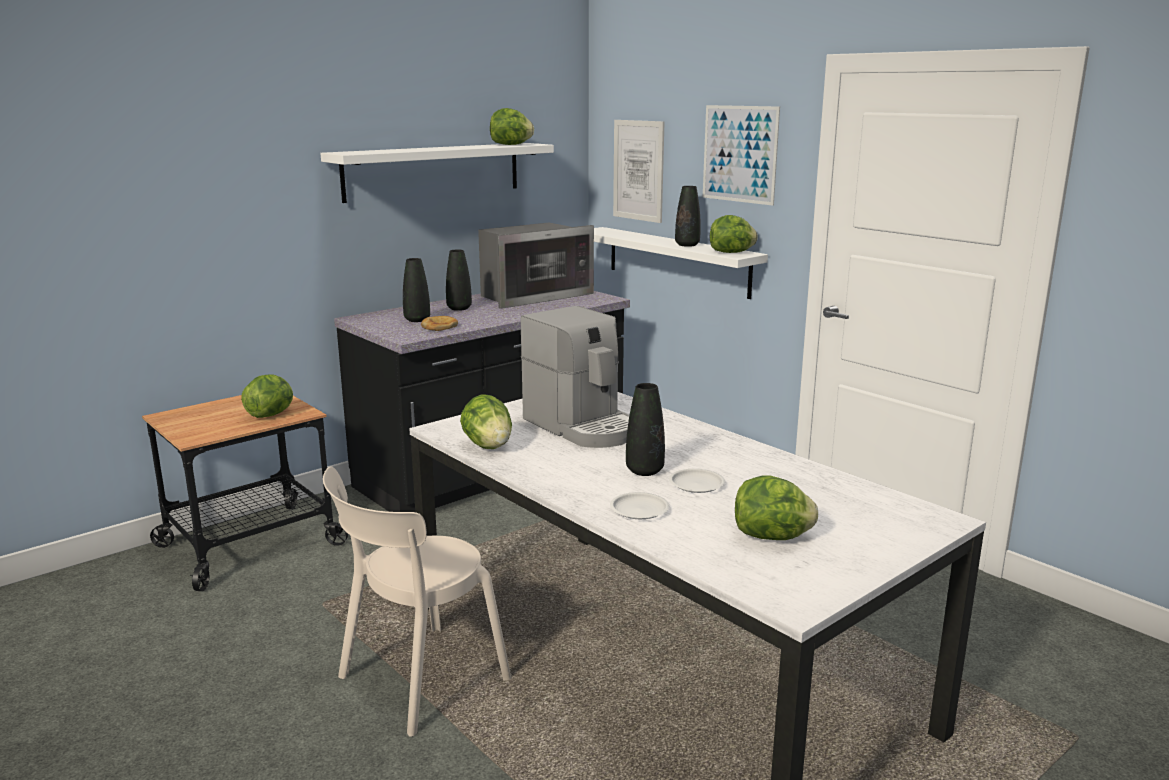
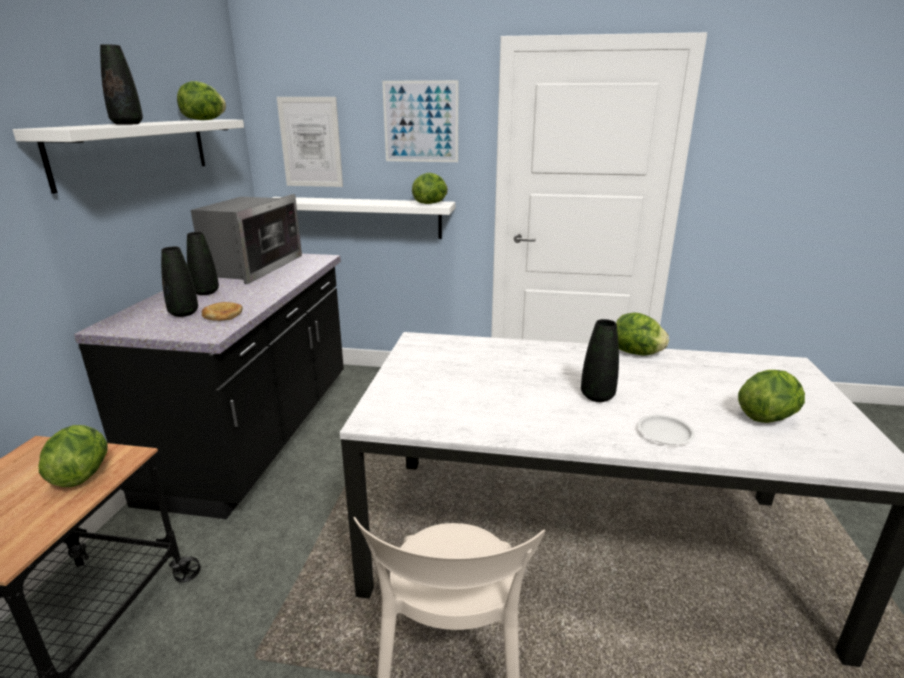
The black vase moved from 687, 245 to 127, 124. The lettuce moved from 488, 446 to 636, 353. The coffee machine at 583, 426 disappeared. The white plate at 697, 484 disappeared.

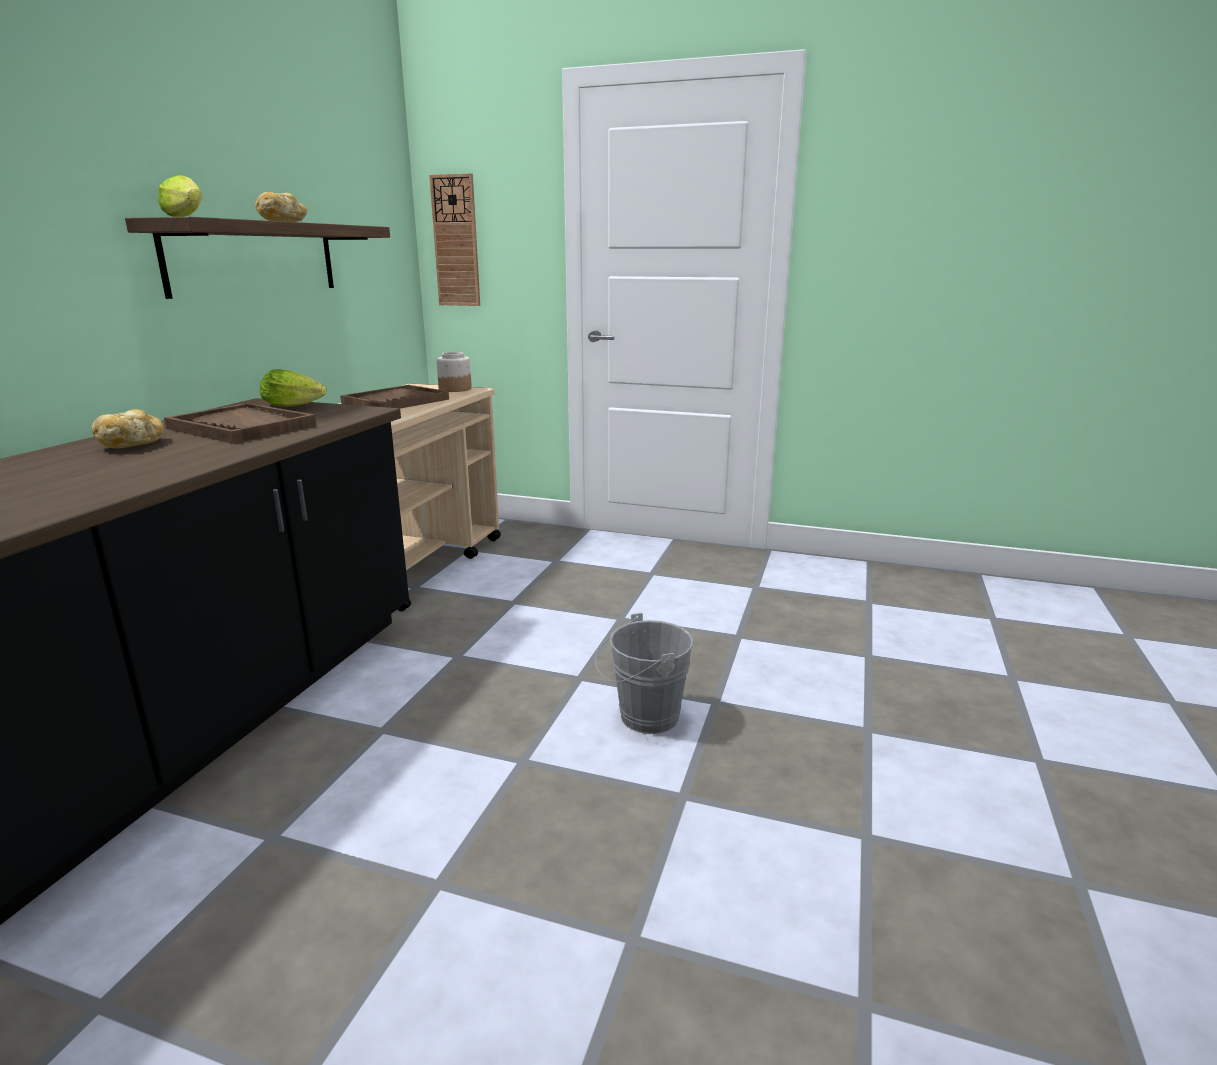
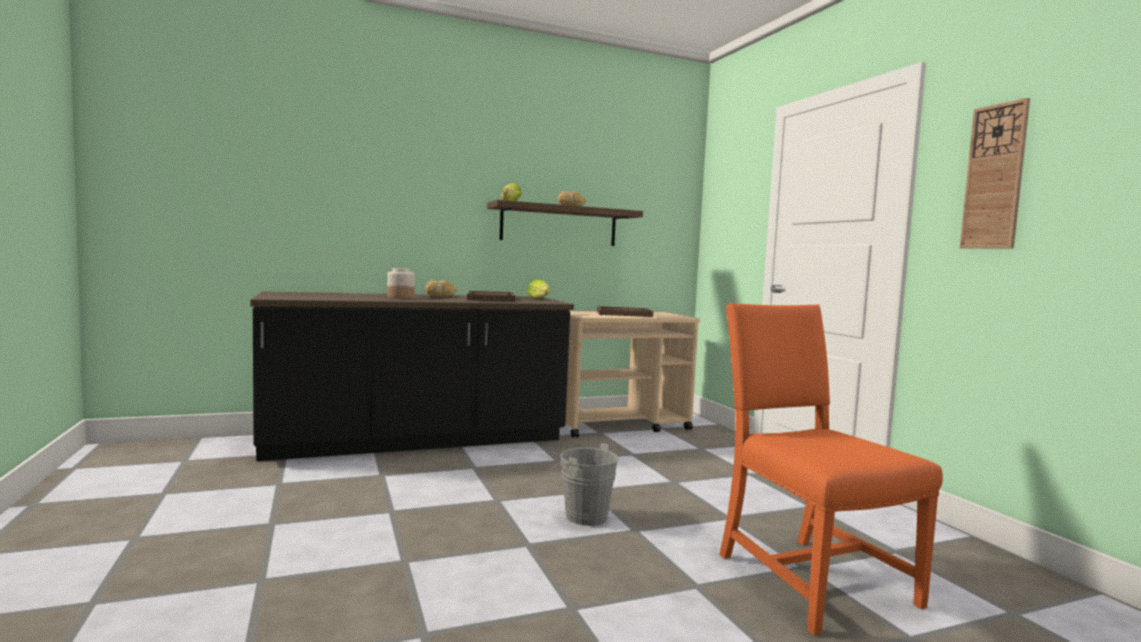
The jar moved from 454, 389 to 400, 297. The orange chair at 807, 577 appeared. The wall clock moved from 456, 241 to 994, 177.

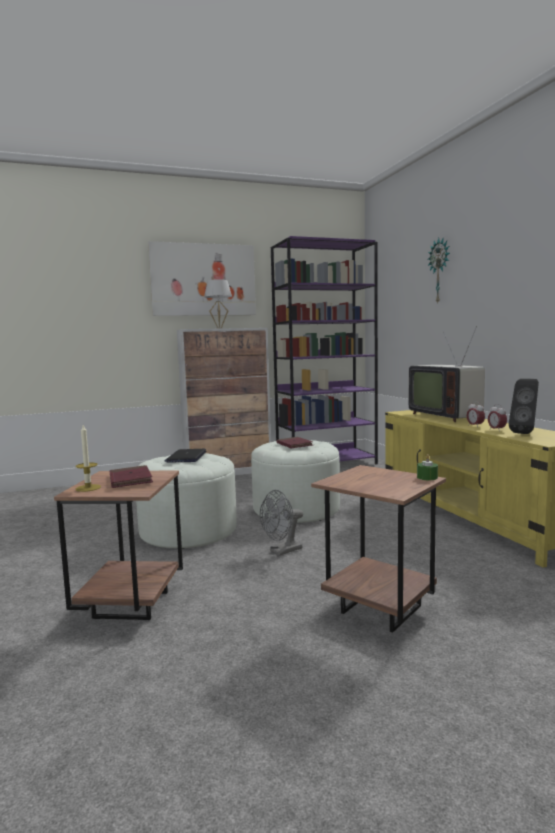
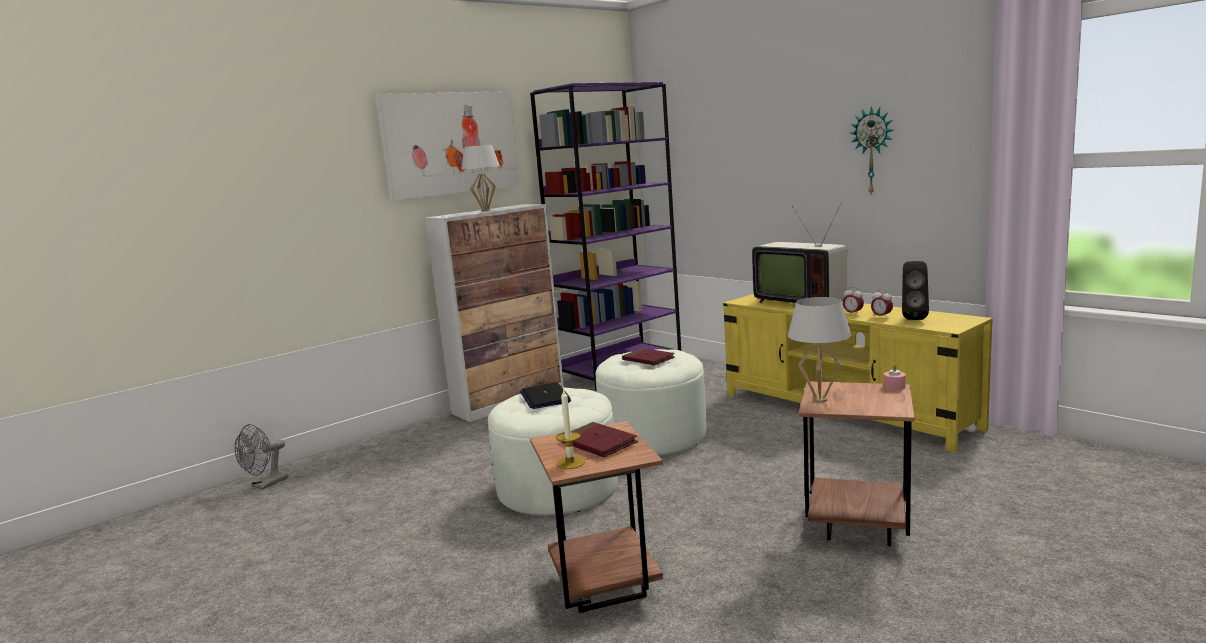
The grey fan moved from 282, 551 to 266, 485. The white table lamp at 820, 399 appeared. The wall clock moved from 440, 271 to 873, 151. The green candle at 427, 477 became the pink candle at 894, 387.

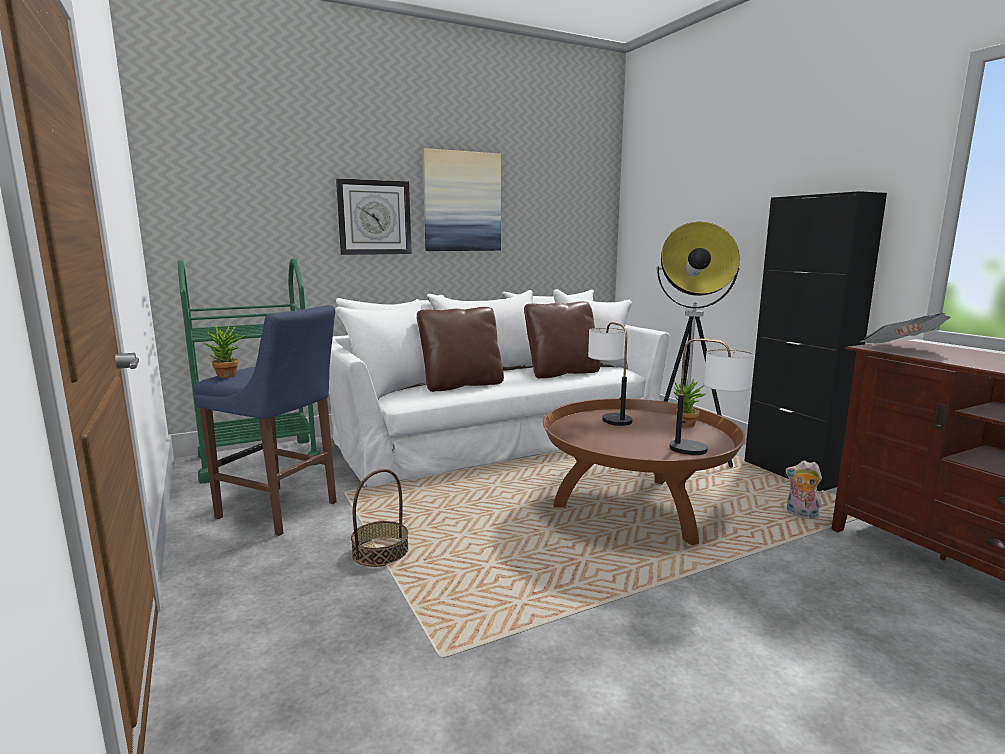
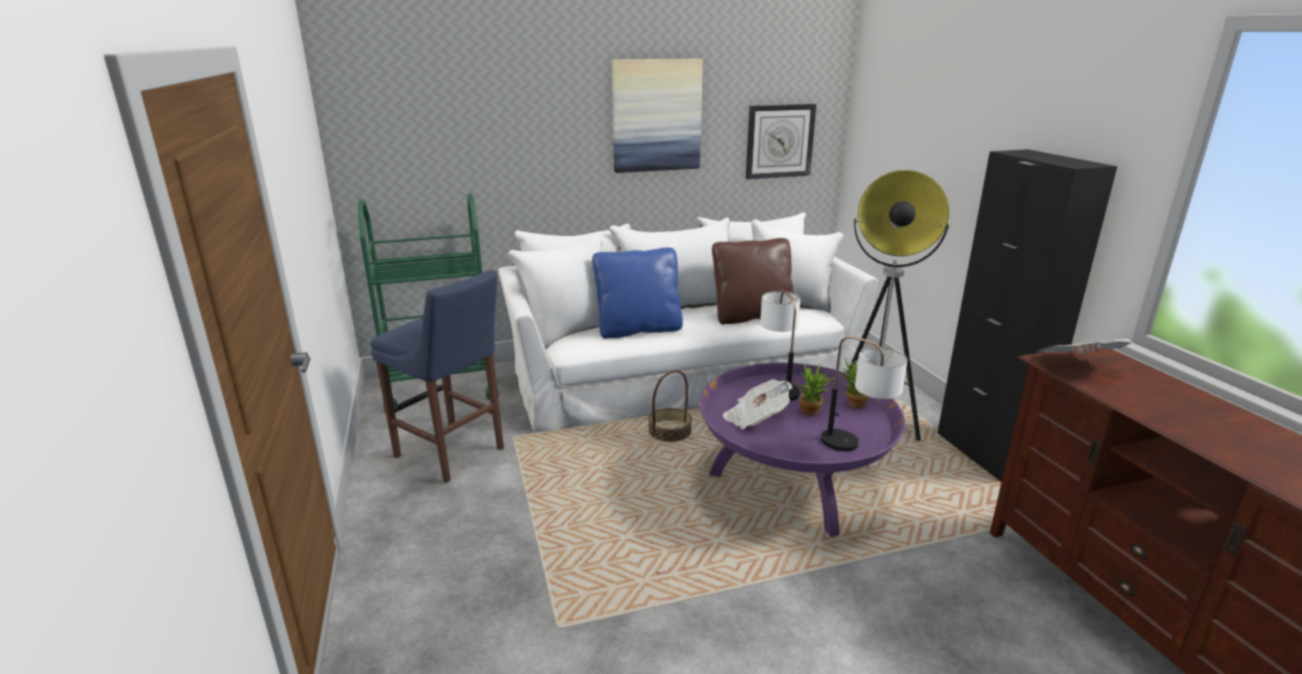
The brown pillow at 461, 385 became the blue pillow at 638, 330. The basket moved from 380, 552 to 670, 431. The brown coffee table at 635, 508 became the purple coffee table at 791, 485. The newspaper at 755, 419 appeared. The wall clock moved from 374, 217 to 779, 141. The potted plant moved from 228, 376 to 812, 413. The plush toy at 800, 515 disappeared.

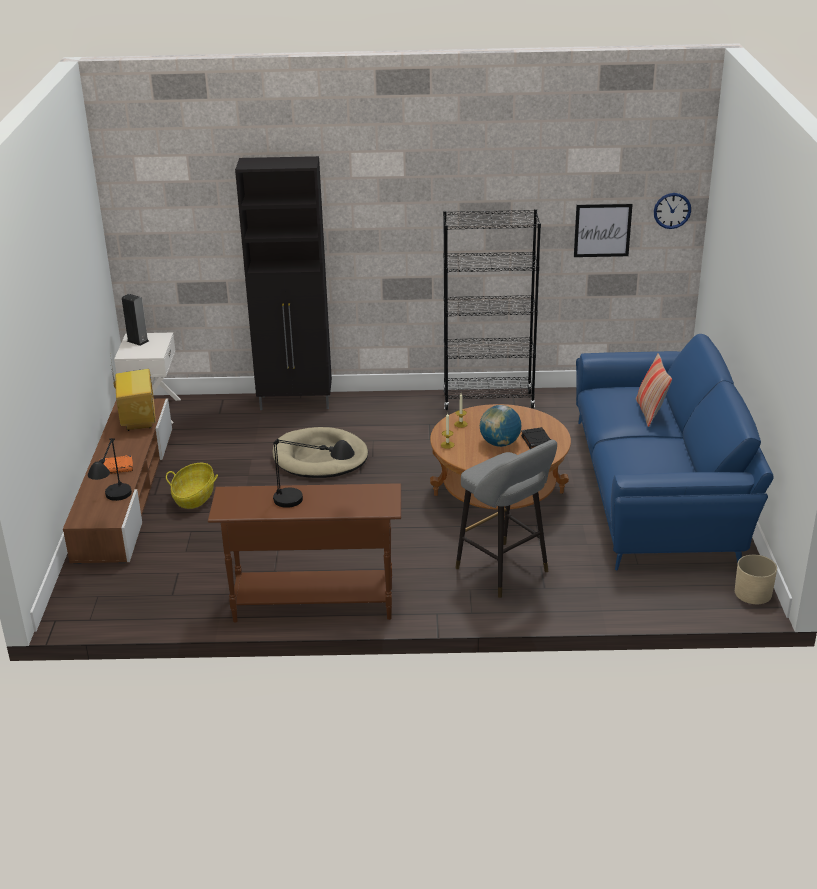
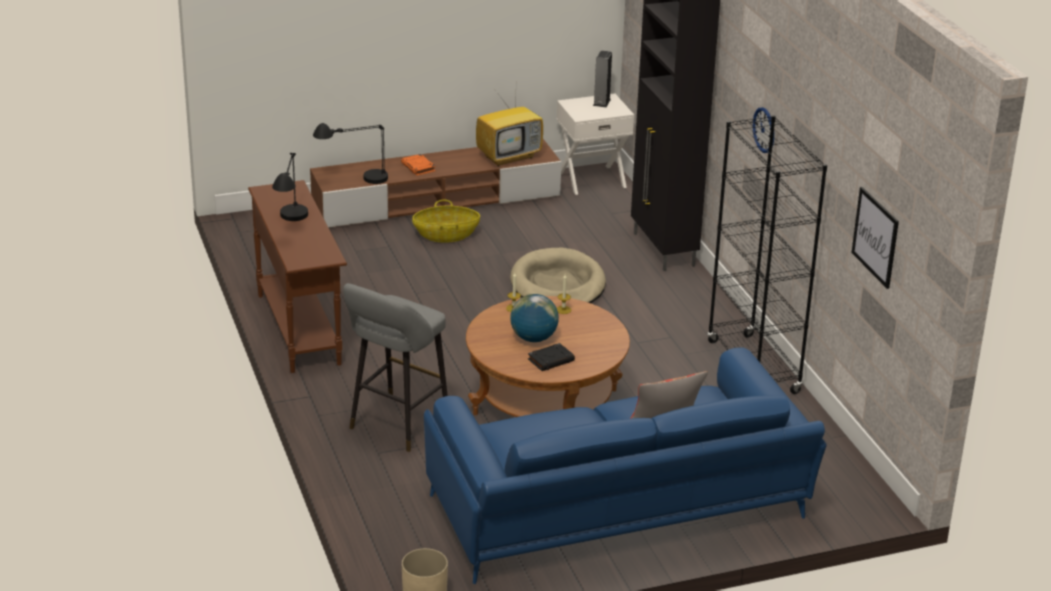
The wall clock moved from 672, 210 to 764, 130.

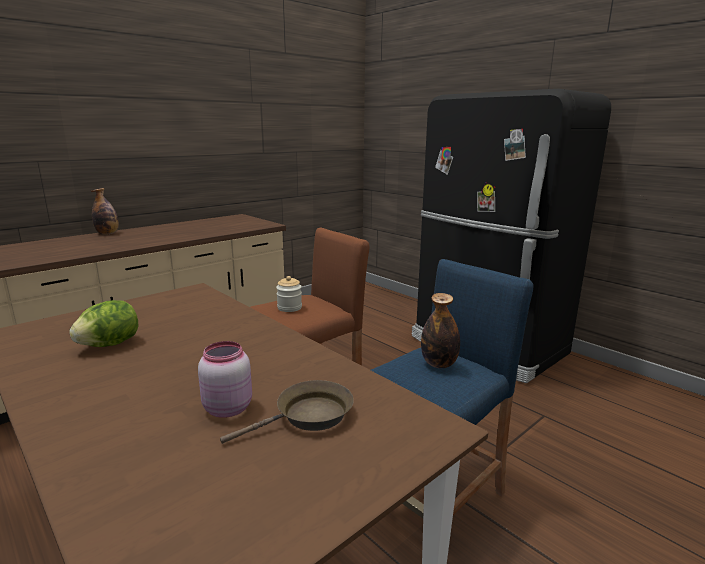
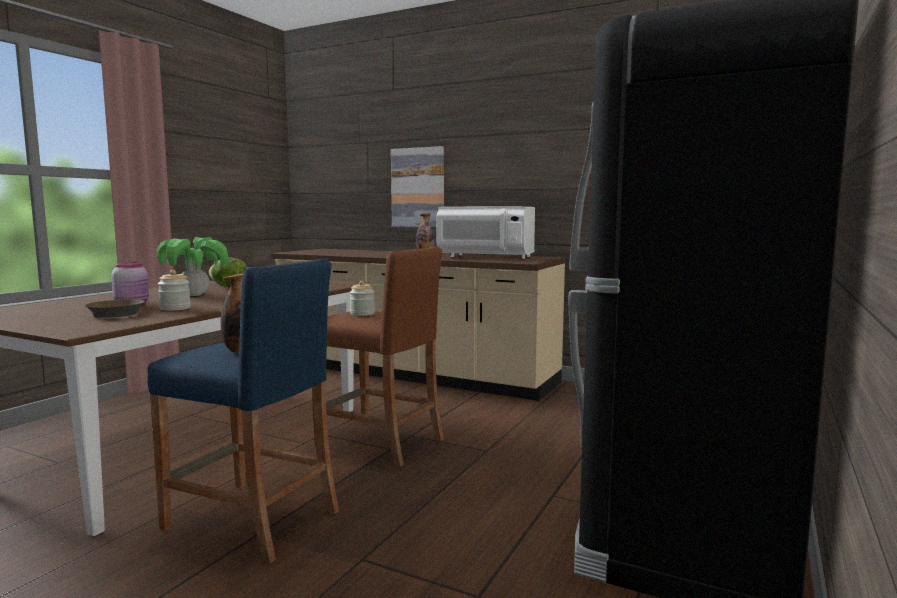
The potted plant at 195, 295 appeared. The jar at 175, 308 appeared. The picture at 418, 187 appeared. The white microwave at 486, 257 appeared.

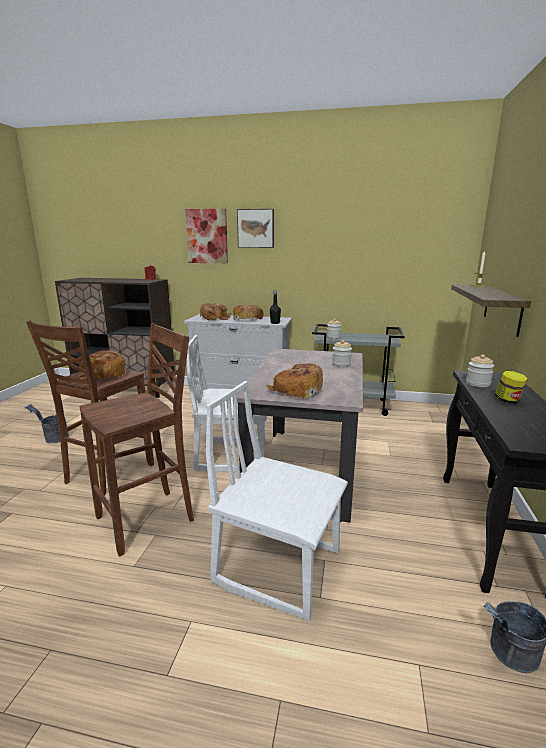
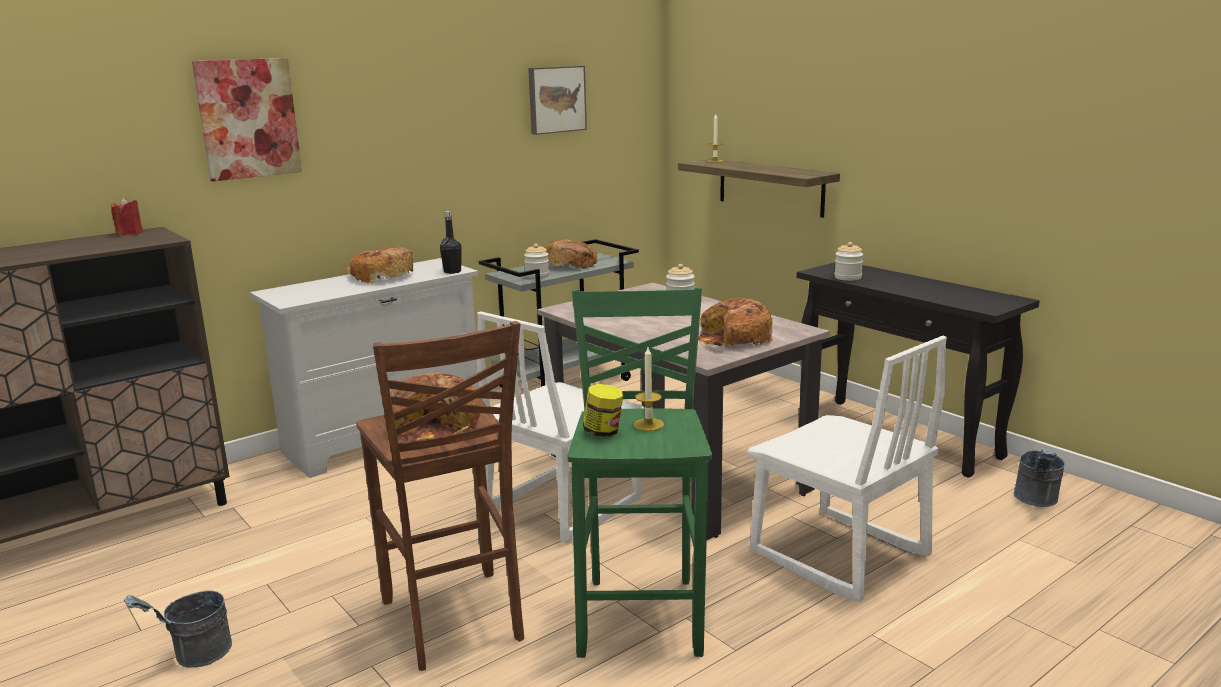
The picture moved from 256, 228 to 556, 99. The bread moved from 215, 318 to 570, 265. The brown stool at 148, 519 became the green stool at 642, 614. The jar moved from 508, 401 to 603, 432. The candle at 648, 424 appeared. The white chair at 278, 566 turned 105 degrees counterclockwise.

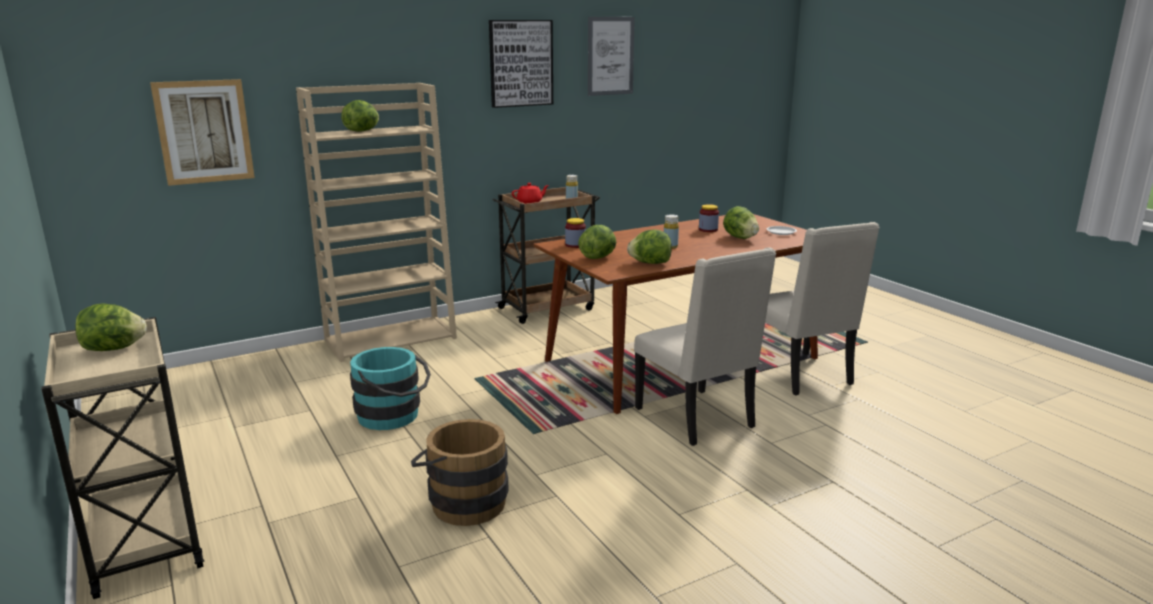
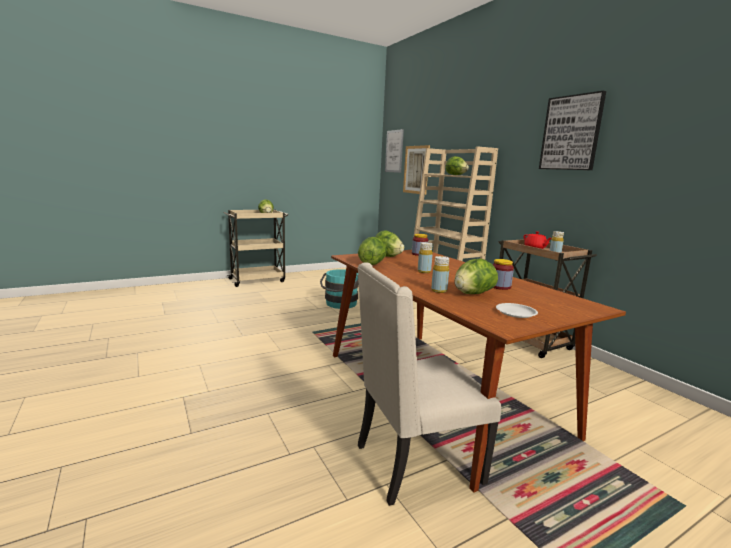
The picture moved from 610, 56 to 394, 151. The yellow bottle at 439, 291 appeared. The brown bucket at 462, 502 disappeared. The beige chair at 697, 418 disappeared.

